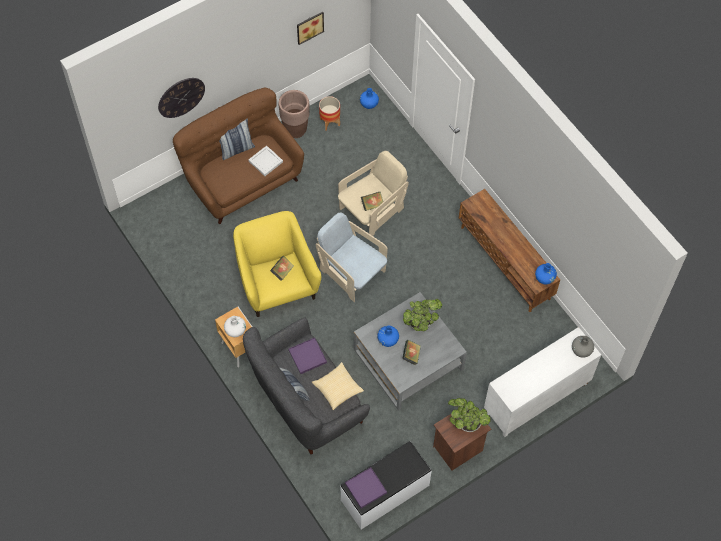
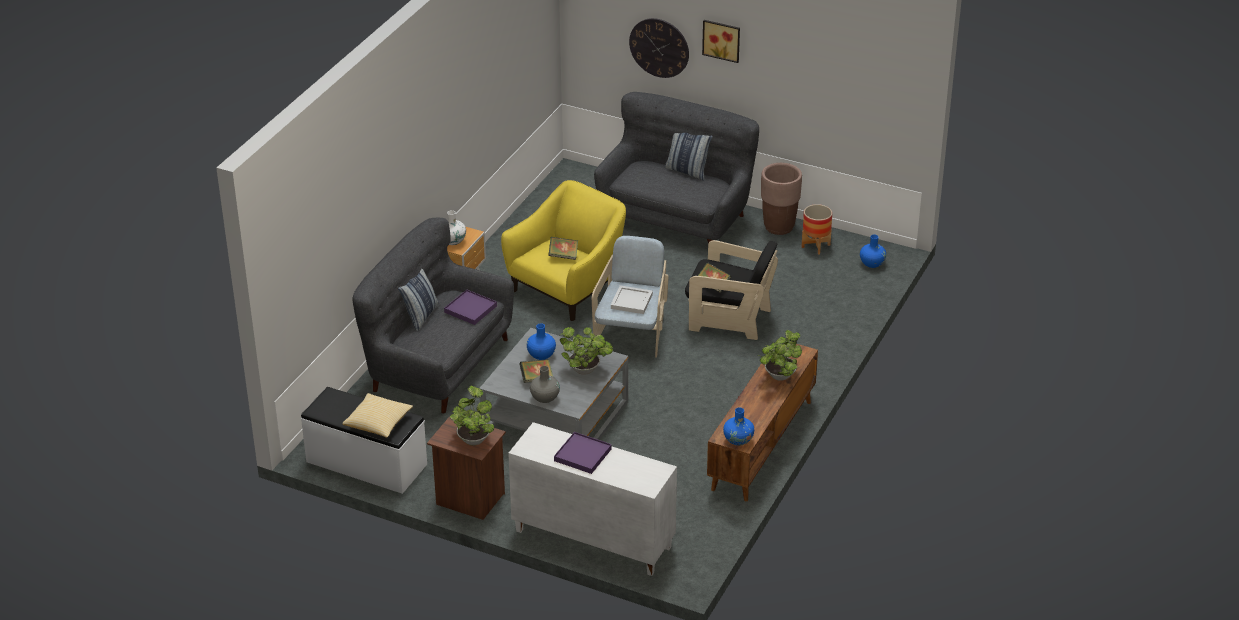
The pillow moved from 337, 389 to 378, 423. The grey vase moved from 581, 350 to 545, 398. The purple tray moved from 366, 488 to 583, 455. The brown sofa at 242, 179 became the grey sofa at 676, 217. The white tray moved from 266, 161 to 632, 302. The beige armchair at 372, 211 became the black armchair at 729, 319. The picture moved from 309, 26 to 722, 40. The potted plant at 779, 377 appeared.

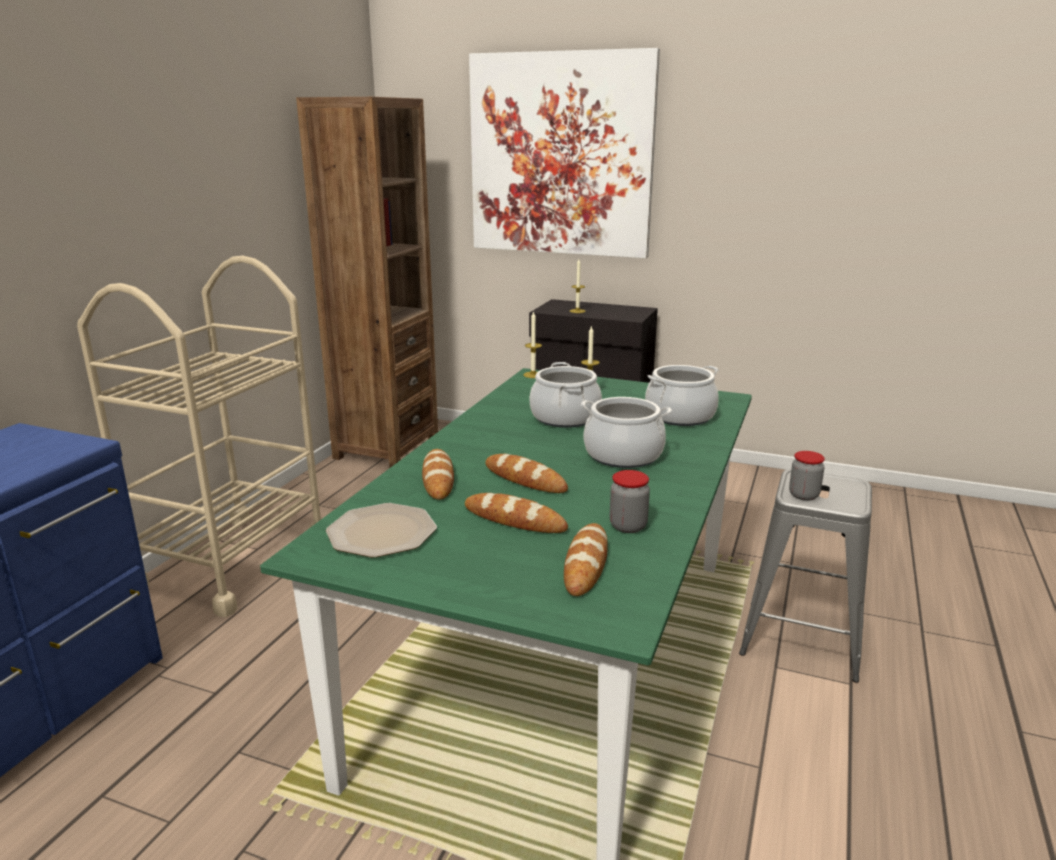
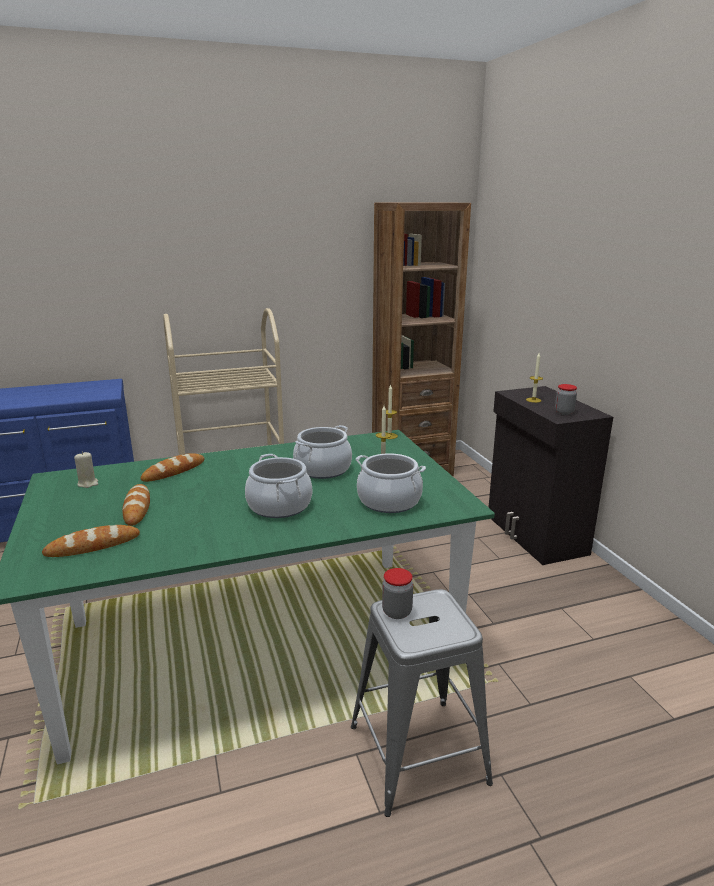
The plate at 381, 533 was replaced by the beige candle at 88, 483. The jar moved from 628, 526 to 564, 412. The picture at 560, 155 disappeared. The bread at 525, 479 disappeared.

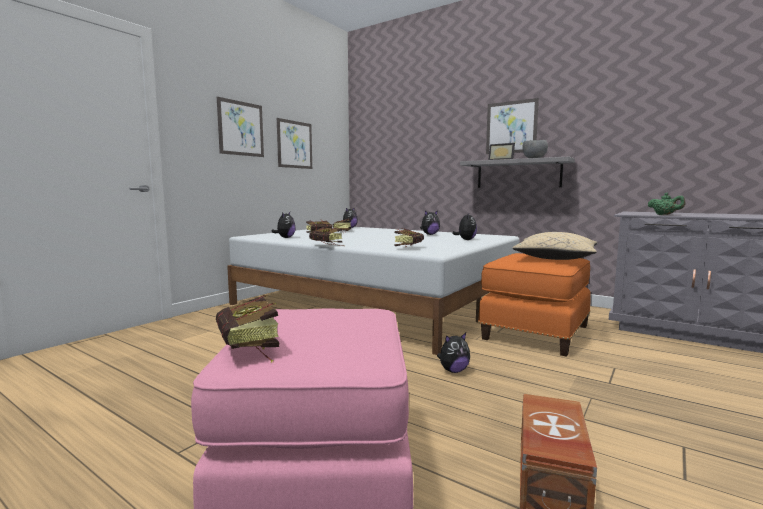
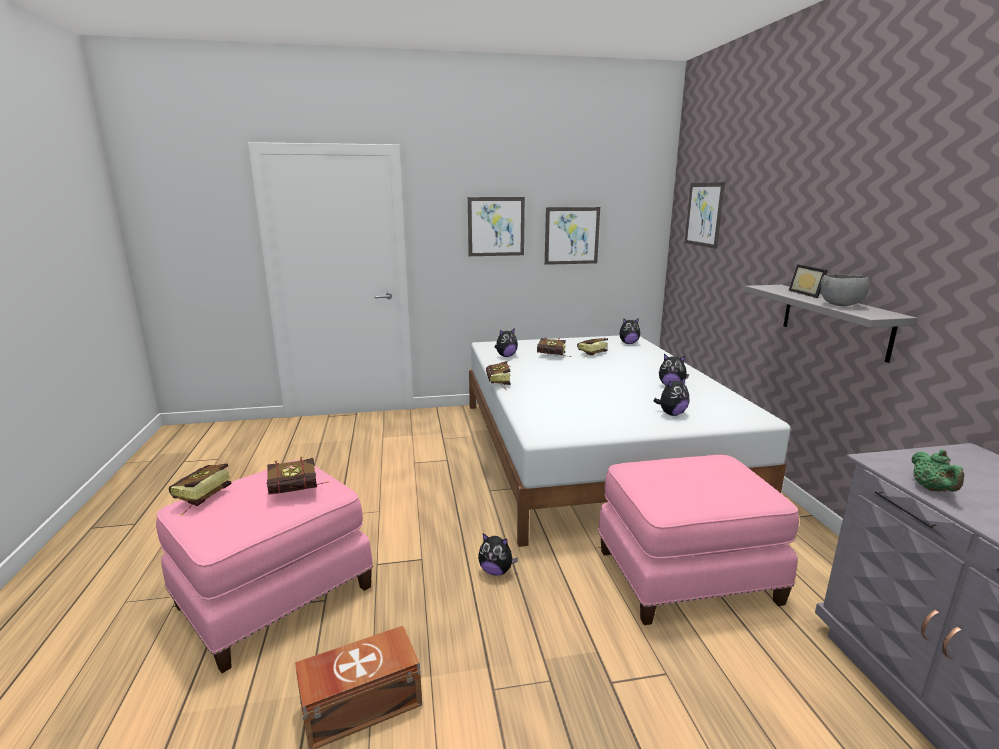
The book moved from 410, 247 to 300, 491. The orange ottoman at 534, 332 became the pink ottoman at 685, 574. The picture moved from 511, 127 to 704, 214. The beige pillow at 555, 258 disappeared.

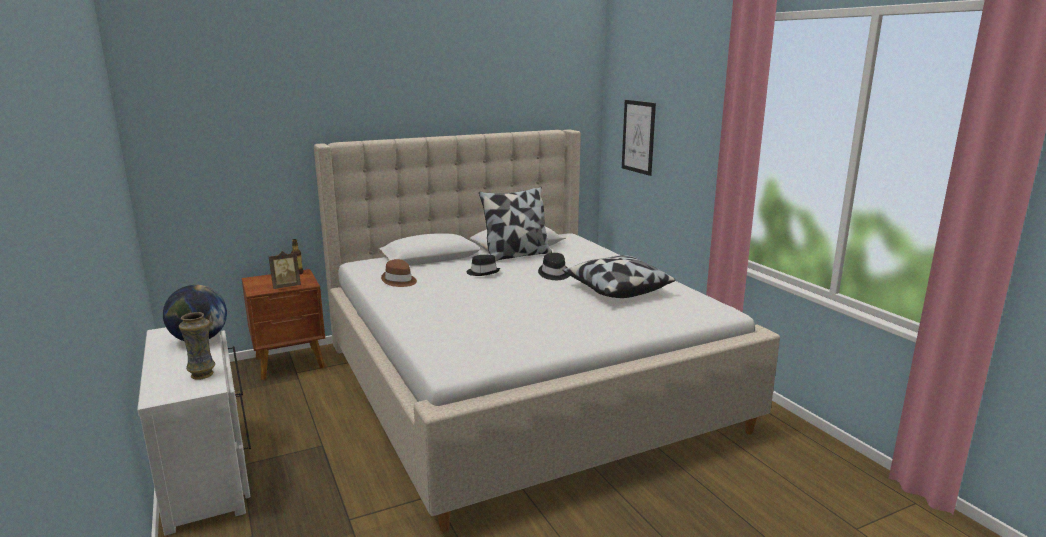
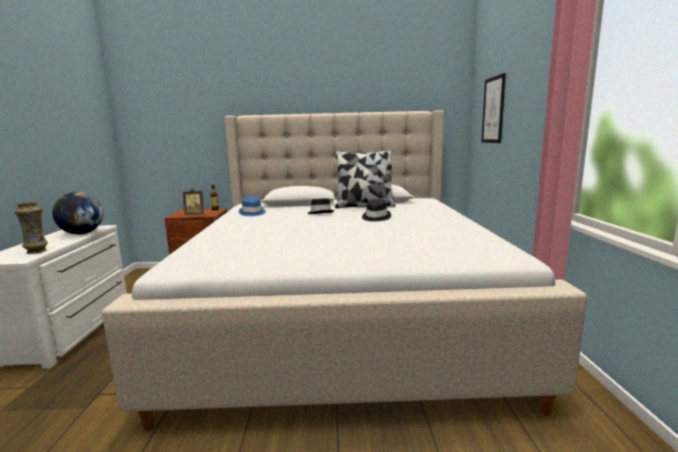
The brown hat at 399, 281 became the blue hat at 252, 213. The pillow at 616, 290 disappeared.

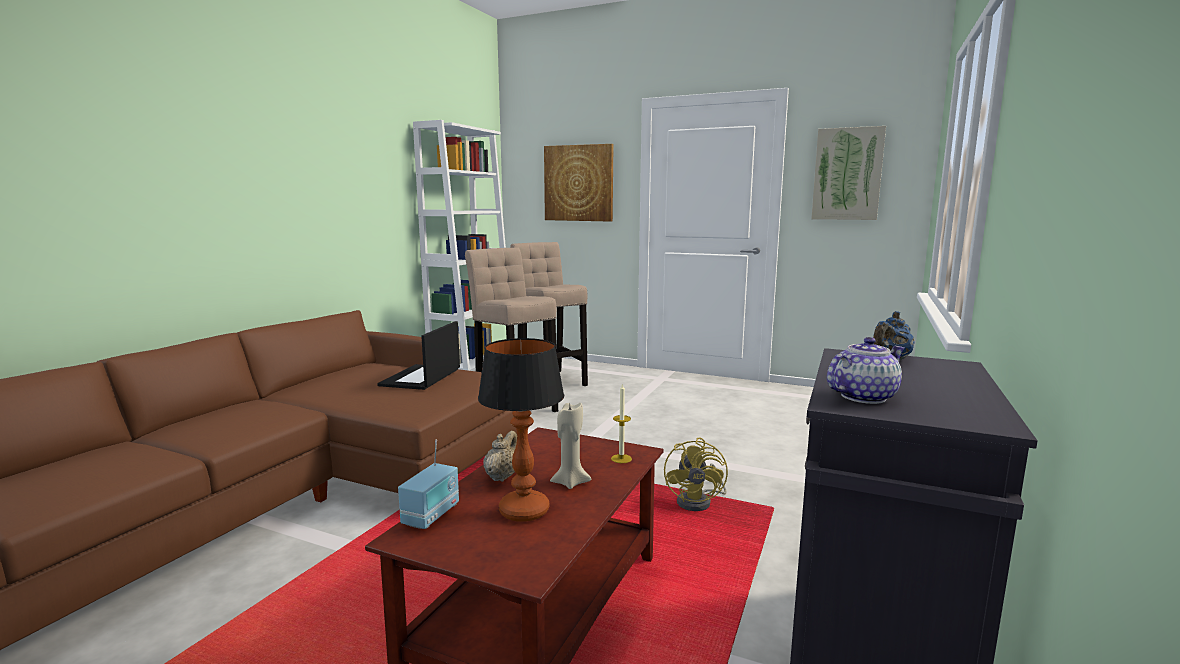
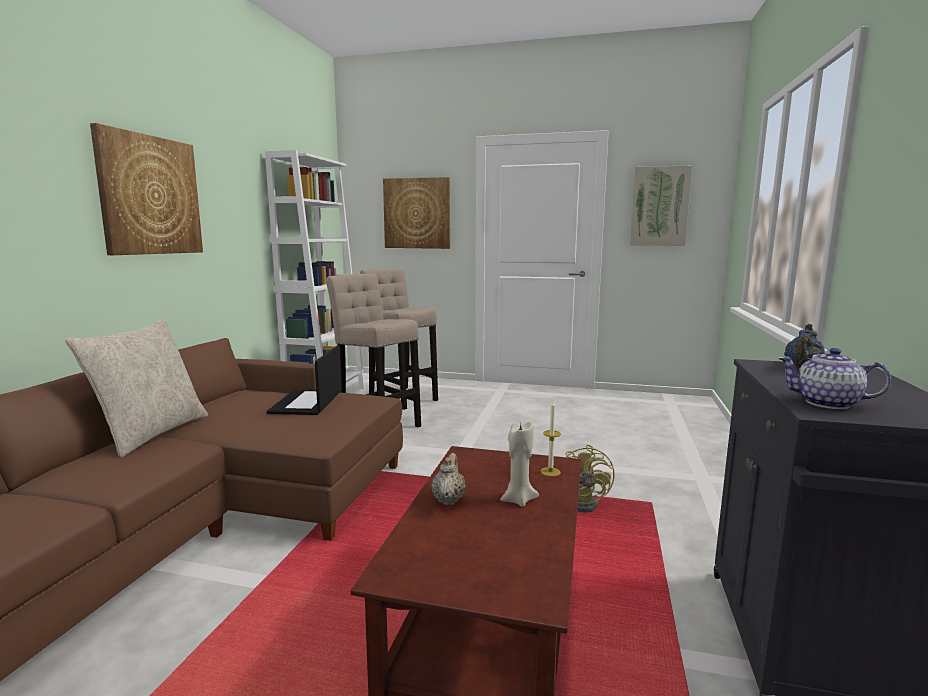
The beige pillow at 151, 433 appeared. The picture at 150, 195 appeared. The teapot at 862, 397 turned 120 degrees counterclockwise. The radio at 431, 515 disappeared. The table lamp at 525, 510 disappeared.

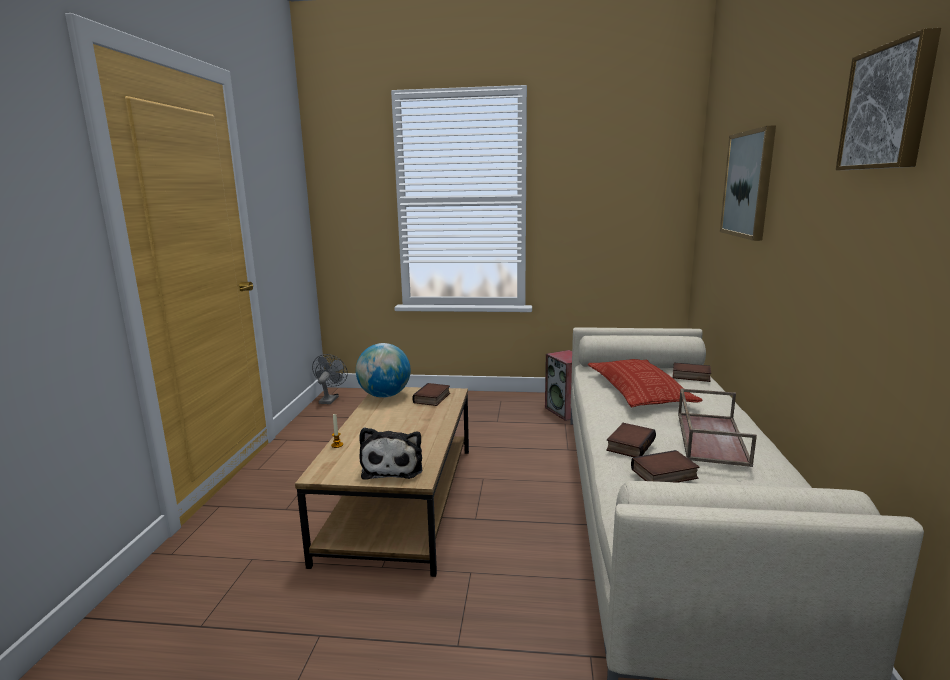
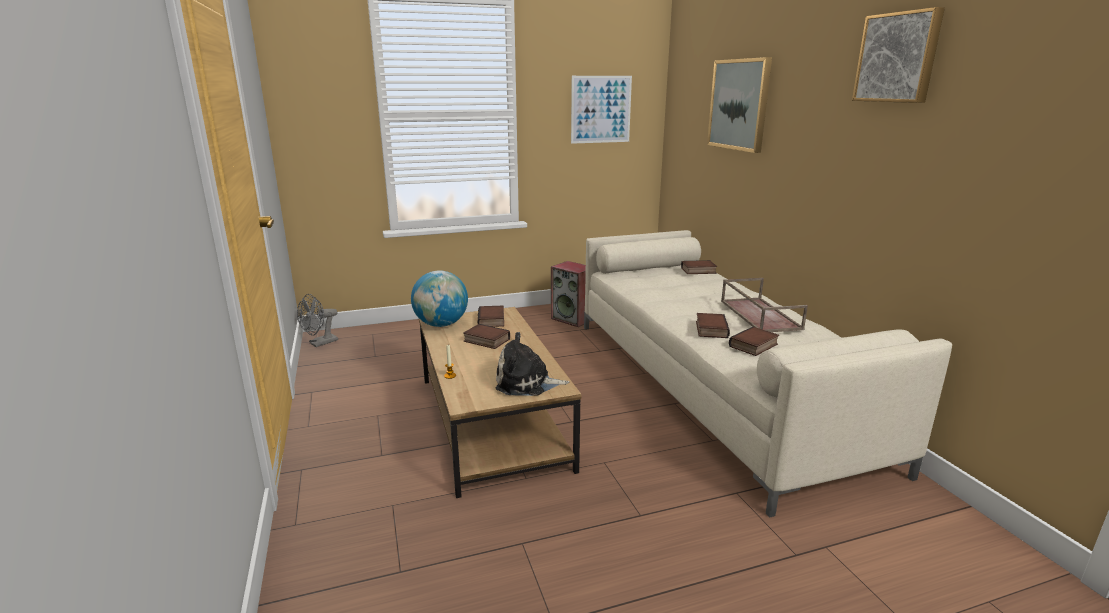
The grey fan at 330, 399 turned 120 degrees counterclockwise. The book at 485, 340 appeared. The plush toy at 393, 466 turned 120 degrees clockwise. The picture at 601, 109 appeared. The pillow at 638, 391 disappeared.

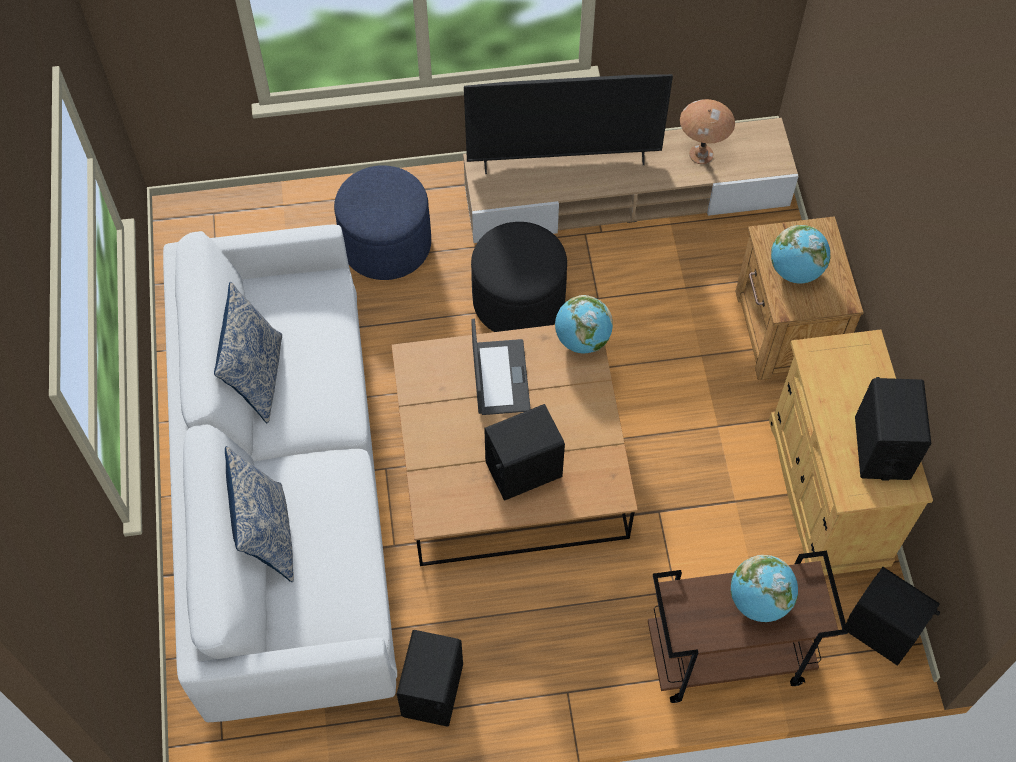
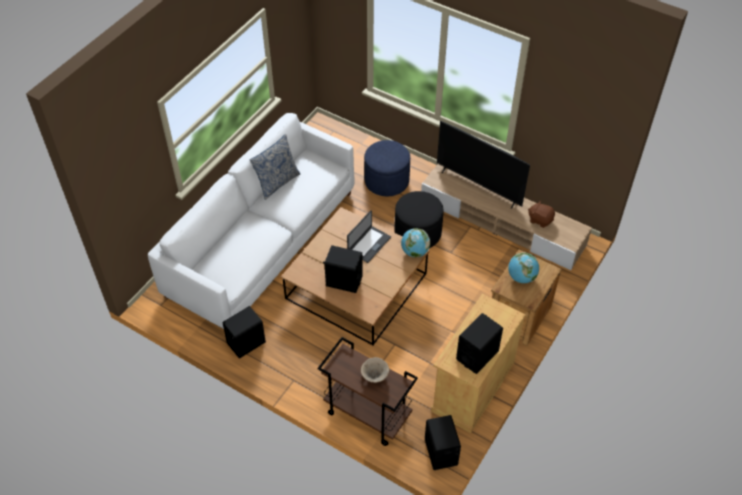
The globe at 759, 600 was replaced by the beige bowl at 374, 377. The brown table lamp at 701, 154 was replaced by the brown plush toy at 540, 220. The pillow at 267, 535 disappeared.

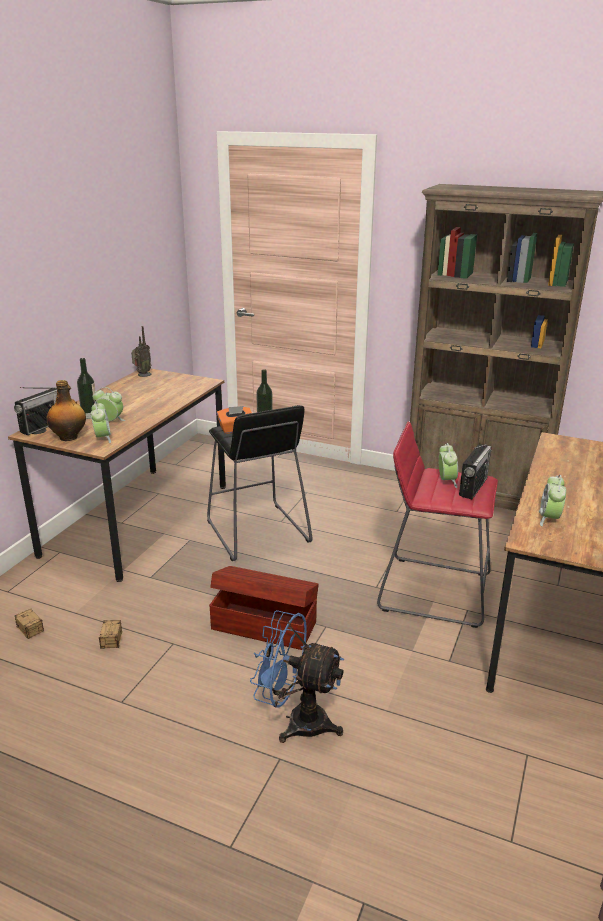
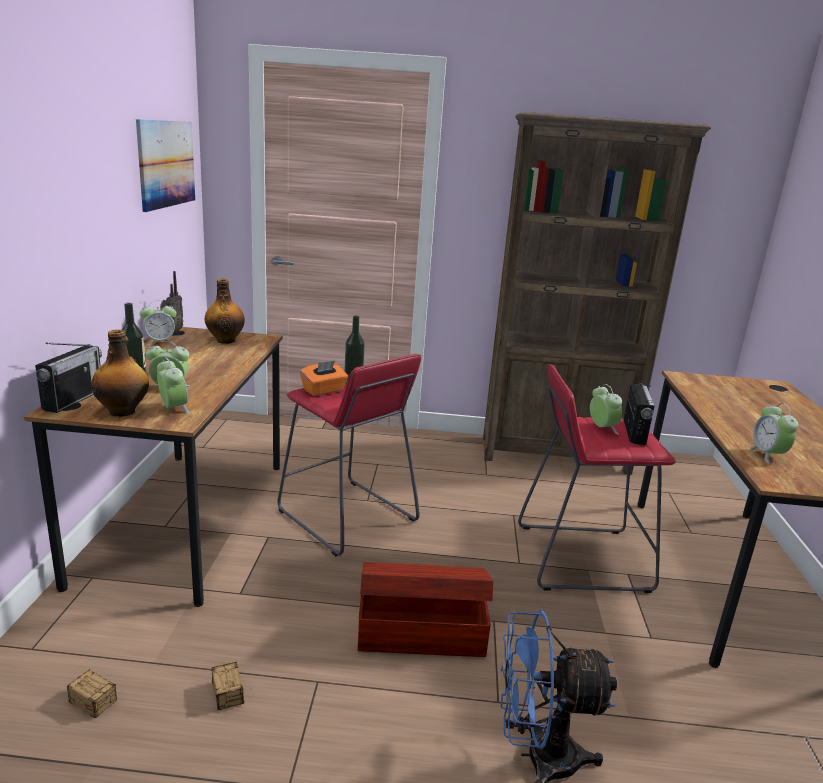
The picture at 166, 163 appeared. The alarm clock at 160, 342 appeared. The bottle at 225, 340 appeared. The black stool at 257, 532 became the red stool at 347, 516.

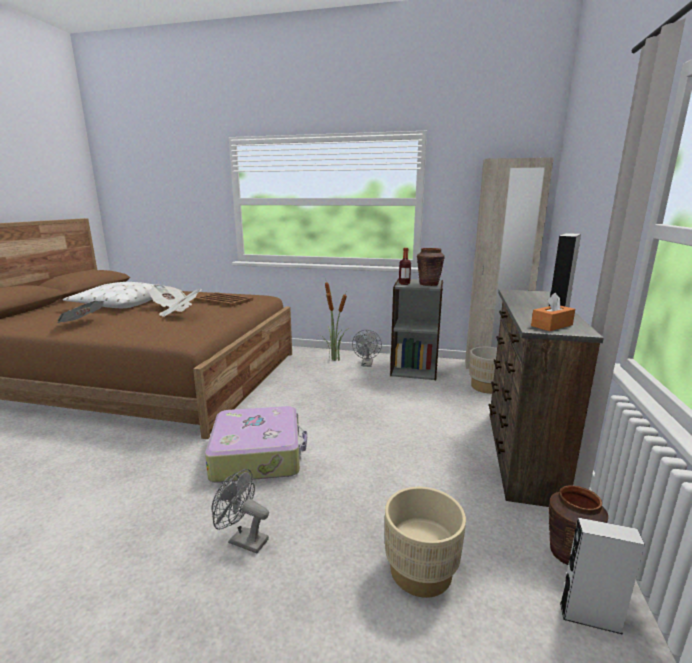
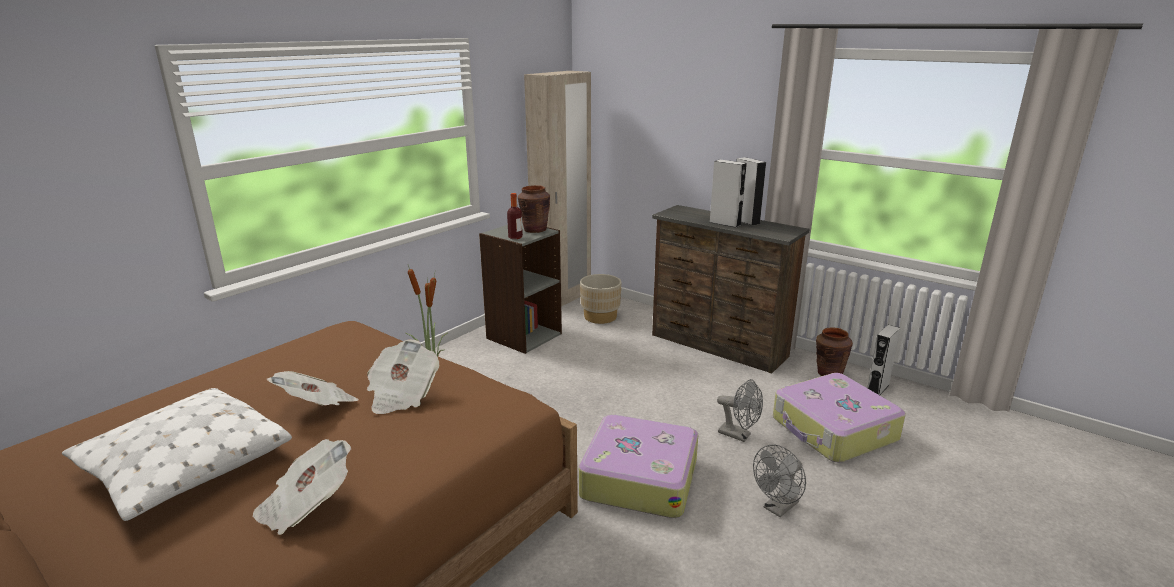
The grey speaker at 725, 223 appeared. The grey fan moved from 367, 364 to 739, 435. The beige planter at 420, 571 was replaced by the suitcase at 833, 430. The brown tray at 223, 300 disappeared. The orange tissue box at 551, 325 disappeared.

